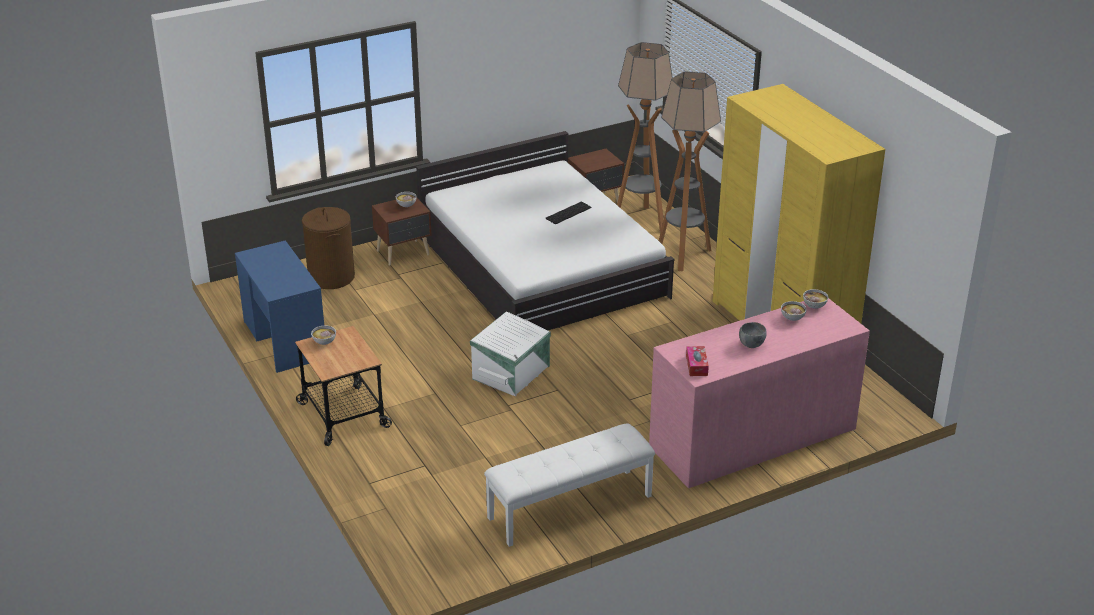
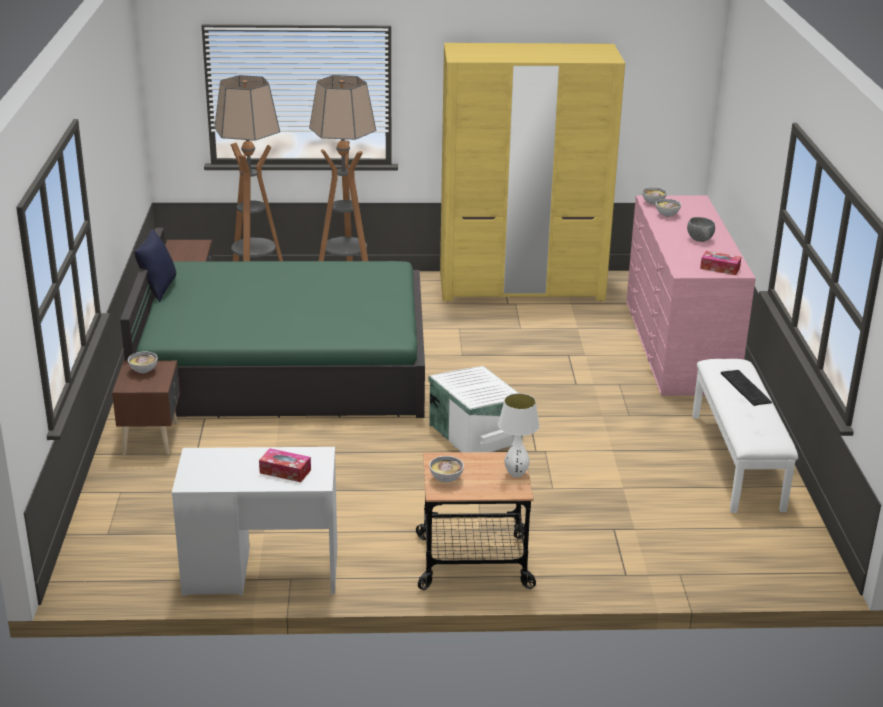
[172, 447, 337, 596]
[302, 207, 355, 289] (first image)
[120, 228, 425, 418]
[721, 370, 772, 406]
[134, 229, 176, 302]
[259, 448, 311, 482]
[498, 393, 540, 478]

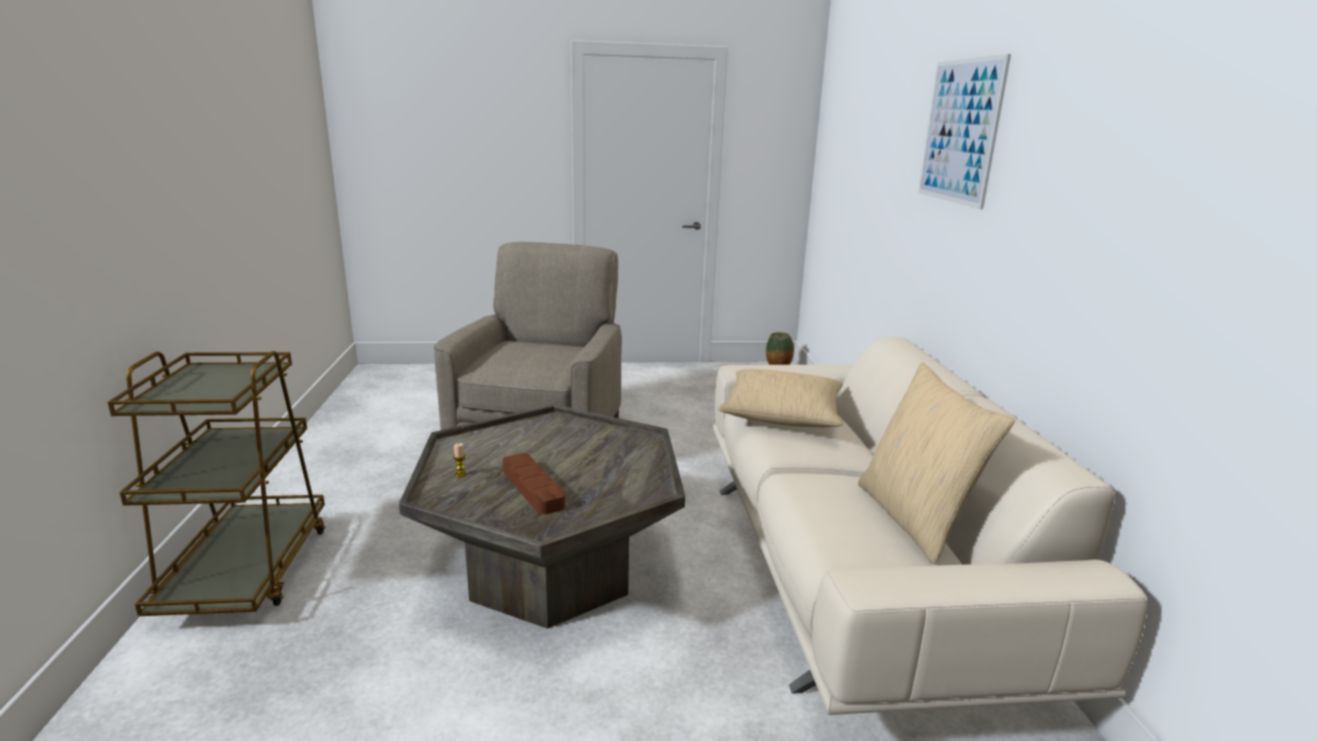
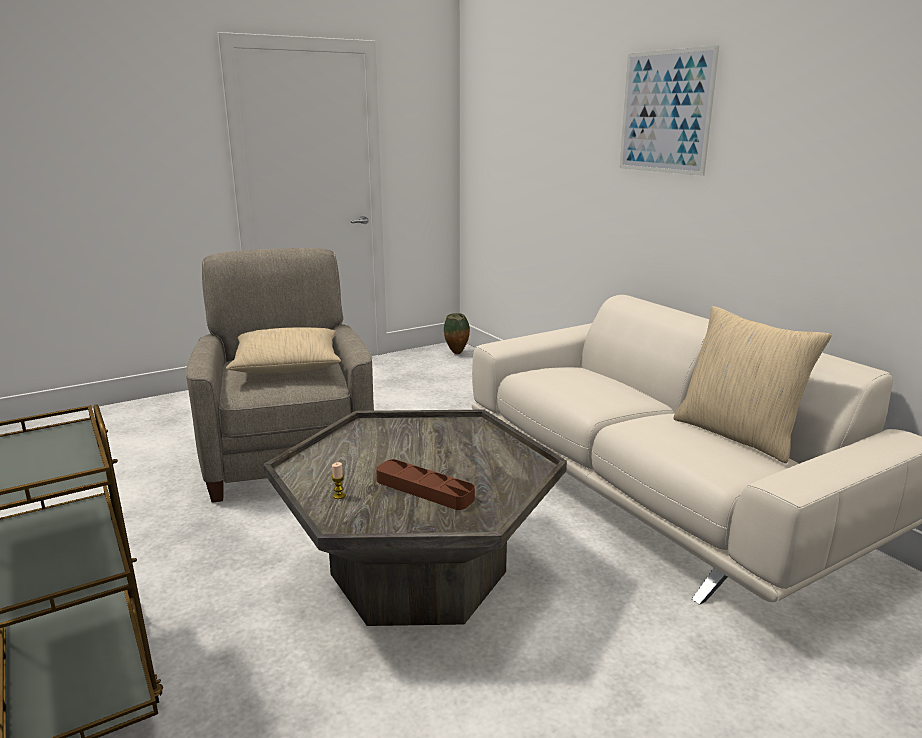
[226, 327, 341, 373]

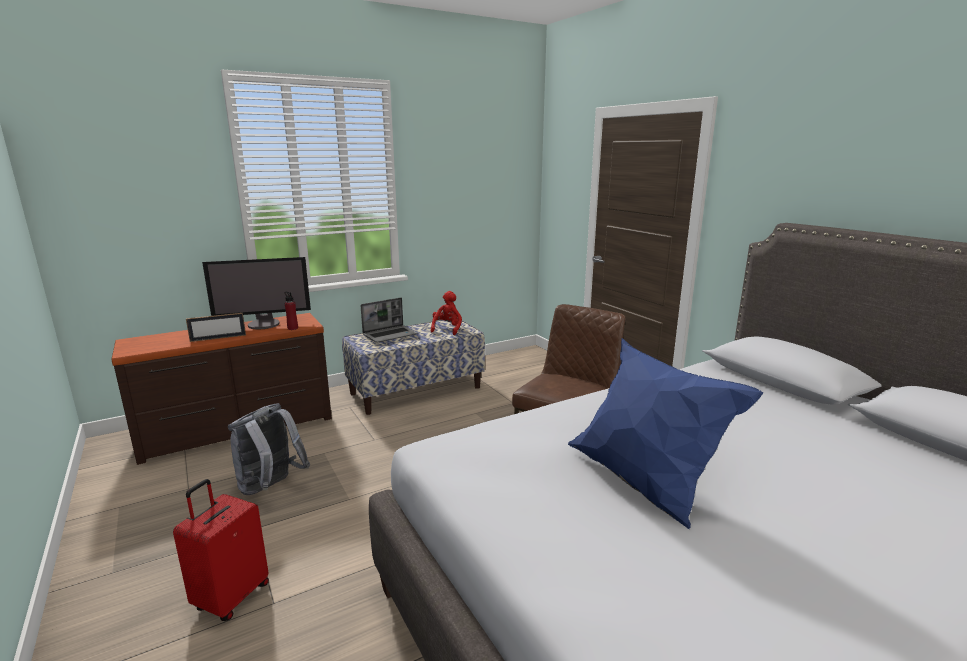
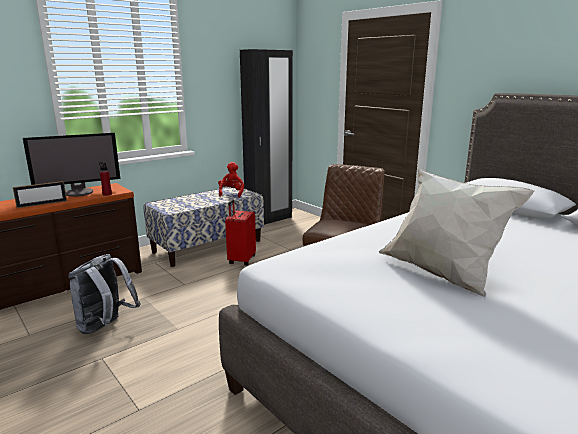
[225, 200, 256, 265]
[361, 297, 417, 343] (first image)
[379, 167, 534, 297]
[240, 49, 293, 225]

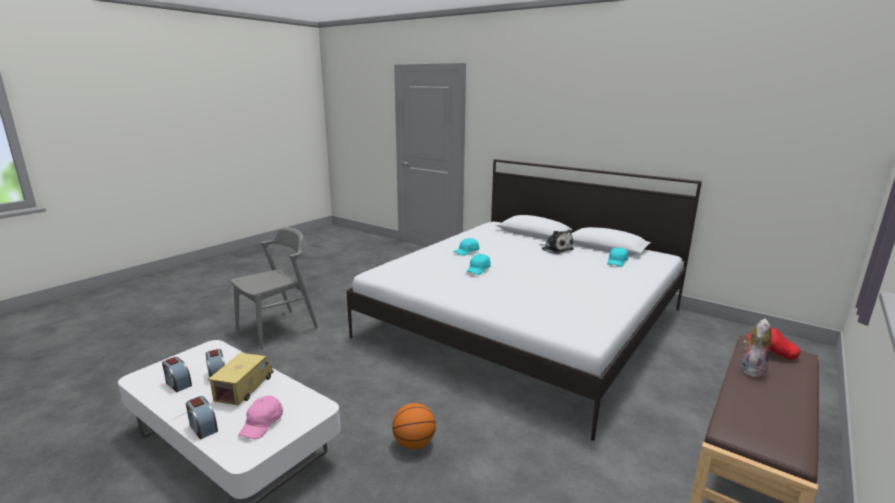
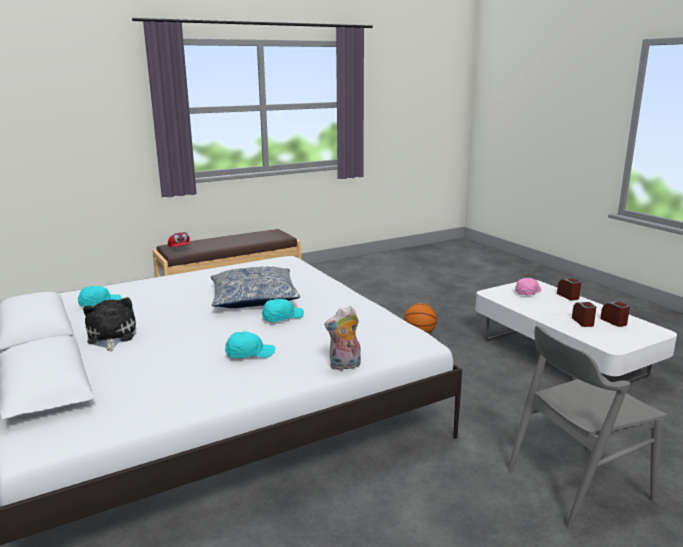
[208, 353, 274, 406] (first image)
[324, 306, 361, 371]
[211, 267, 300, 308]

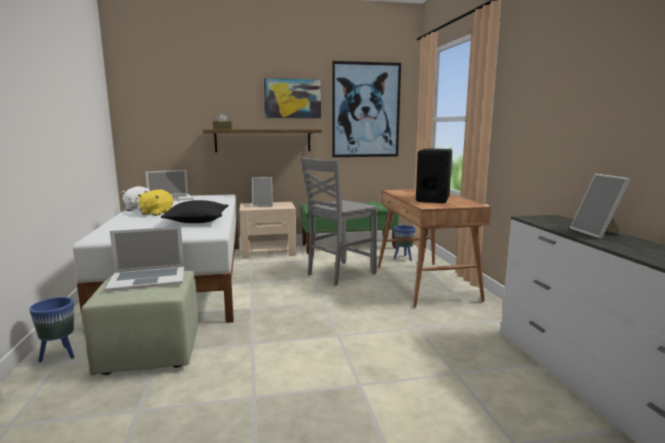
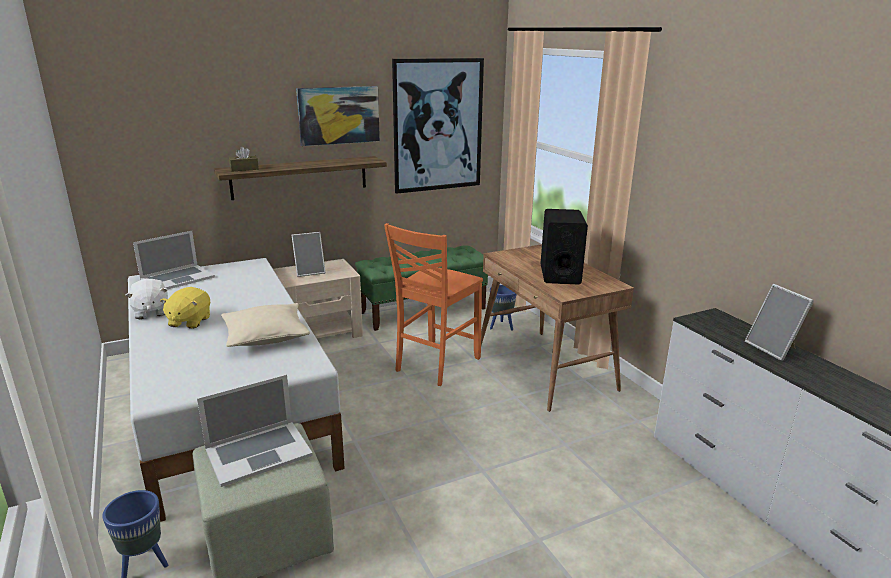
[221, 303, 310, 347]
[384, 223, 483, 386]

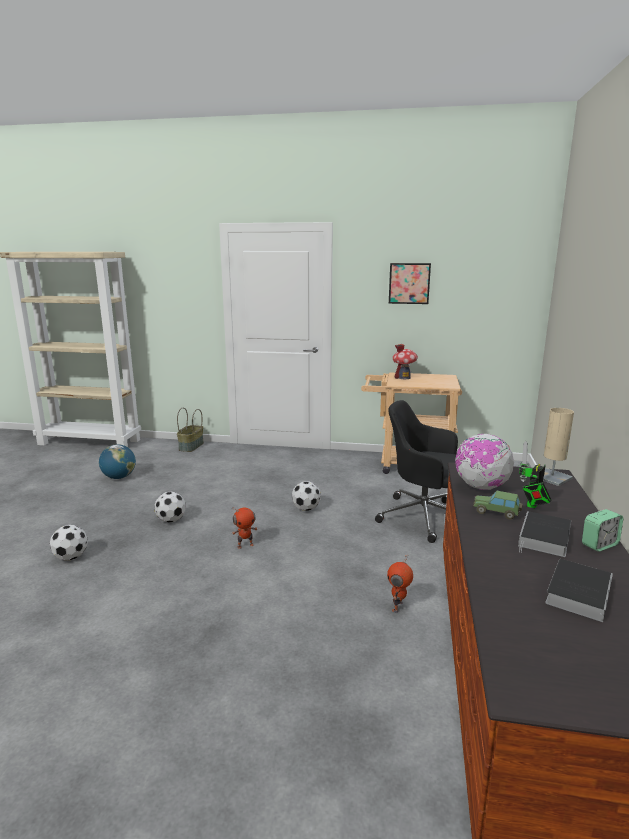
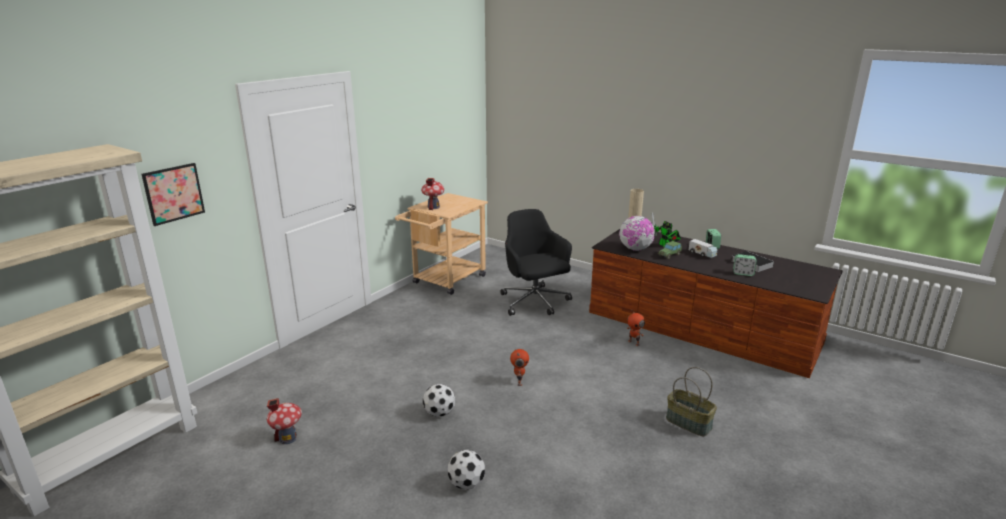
[267, 398, 302, 444]
[666, 367, 717, 436]
[292, 481, 321, 511] (first image)
[500, 209, 572, 316]
[141, 163, 205, 226]
[689, 239, 717, 258]
[733, 254, 757, 276]

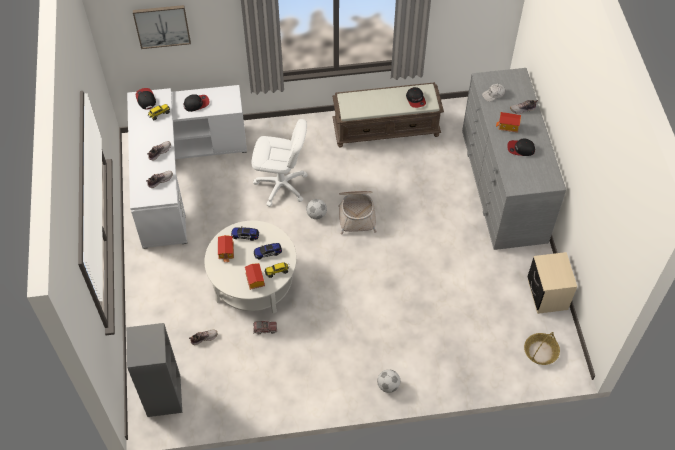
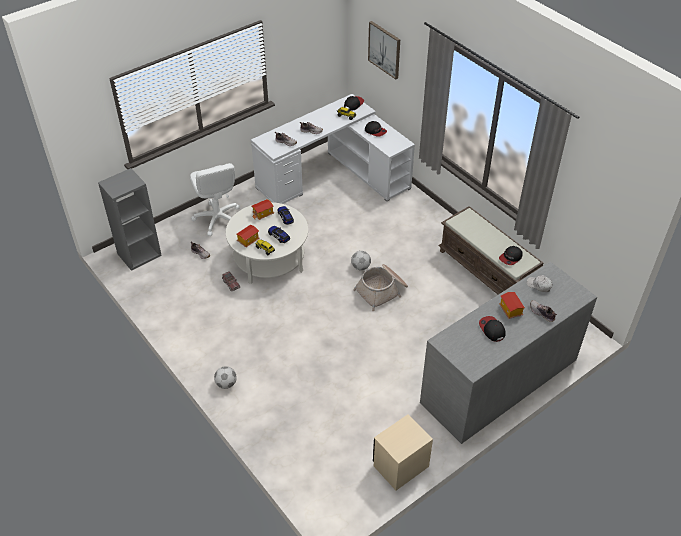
[190, 163, 240, 236]
[524, 332, 560, 365] (first image)

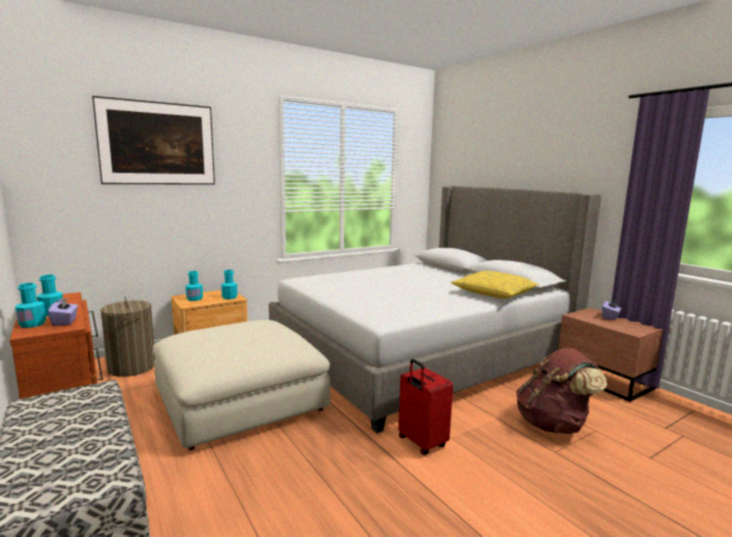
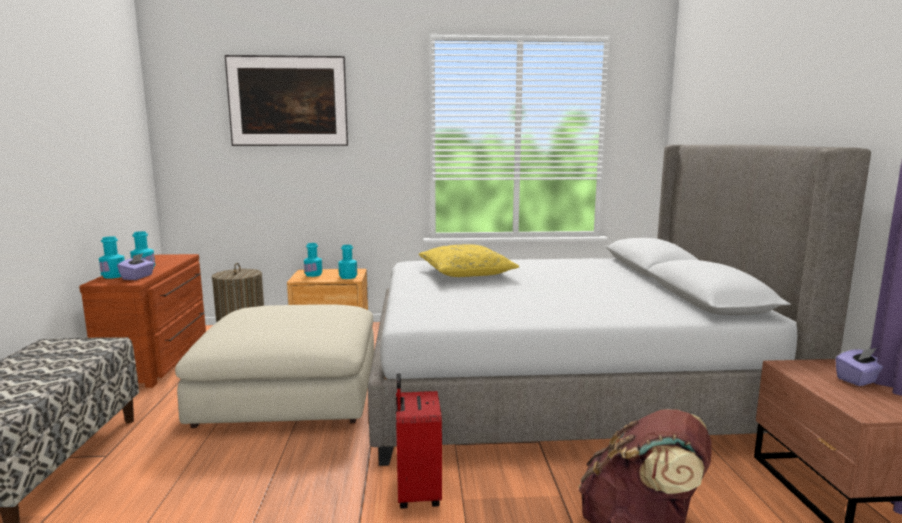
[419, 244, 519, 277]

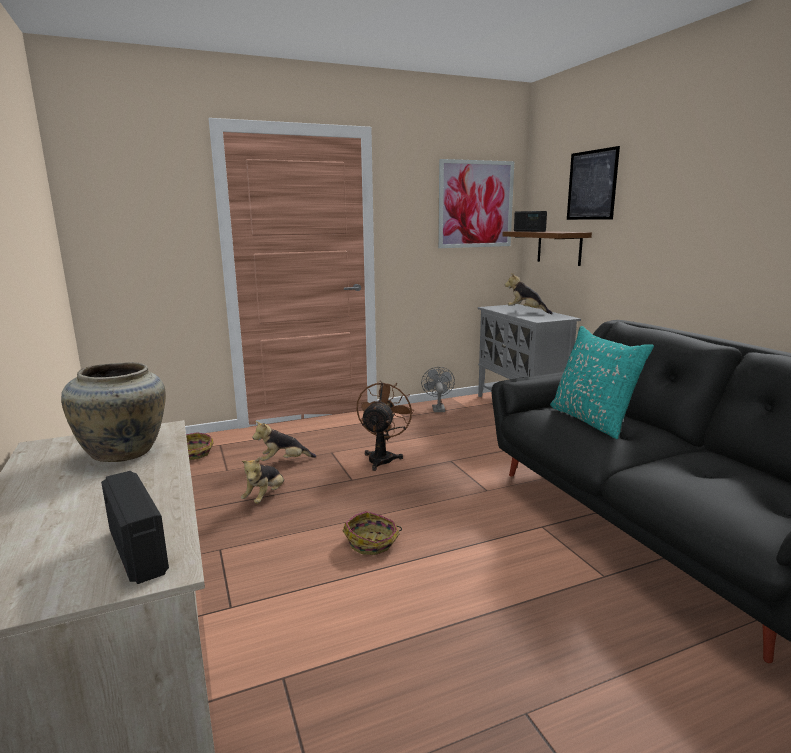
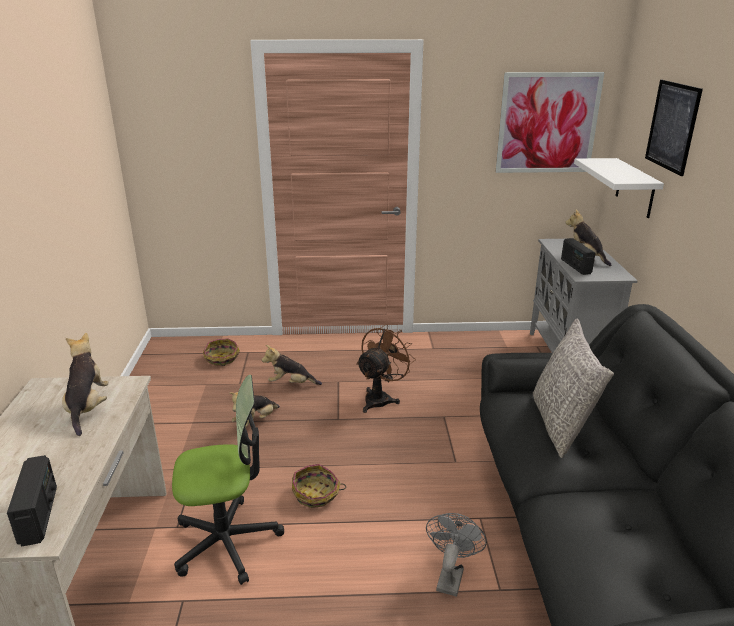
[62, 333, 109, 436]
[426, 513, 487, 596]
[574, 158, 664, 218]
[561, 238, 596, 275]
[533, 319, 614, 458]
[172, 375, 284, 585]

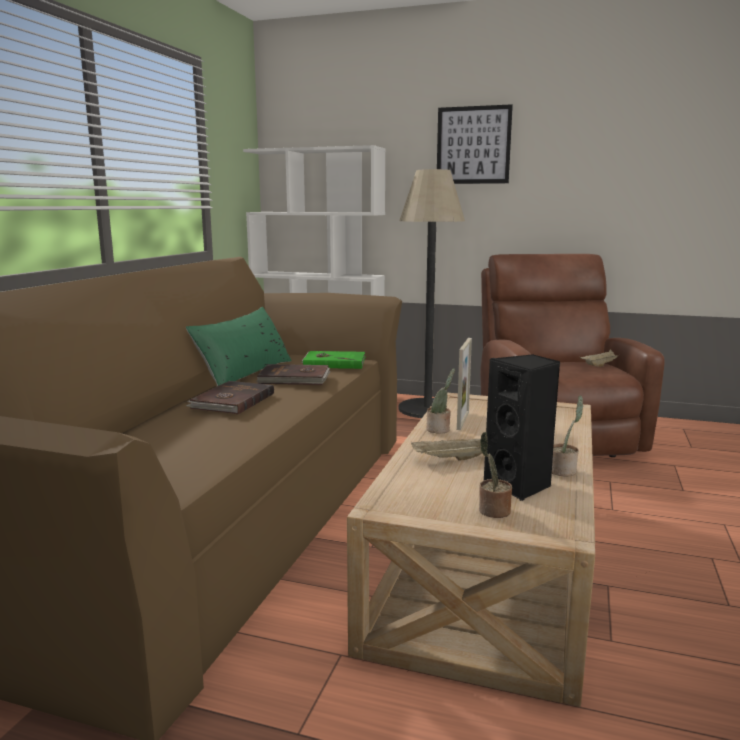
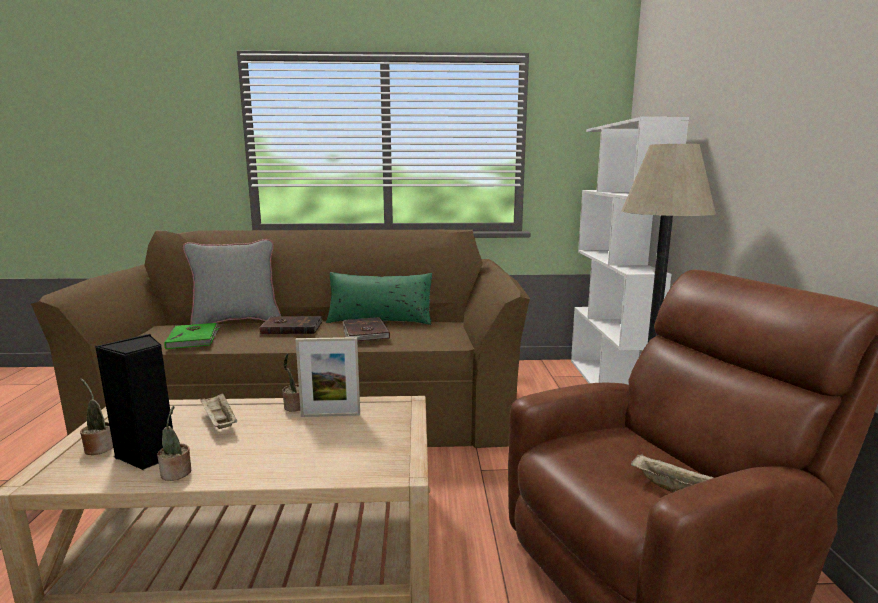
[164, 323, 220, 349]
[437, 104, 513, 184] (first image)
[183, 239, 281, 325]

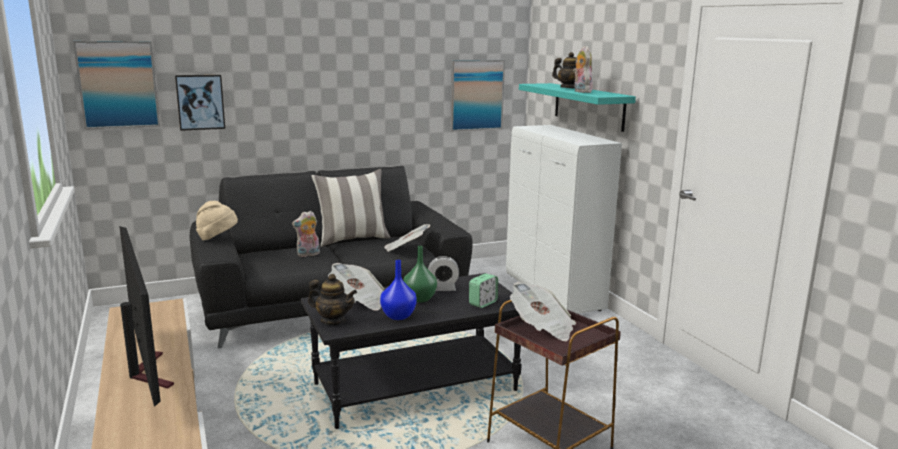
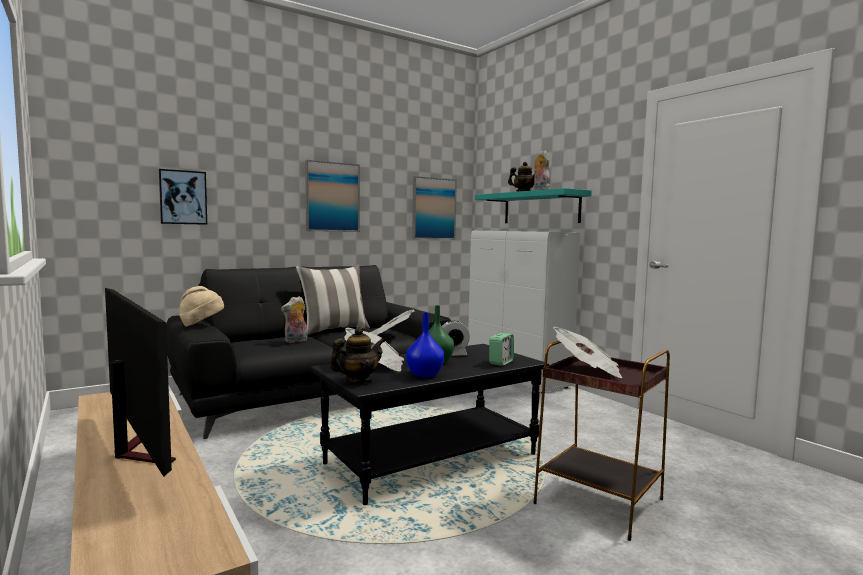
[305, 160, 360, 232]
[330, 327, 385, 384]

